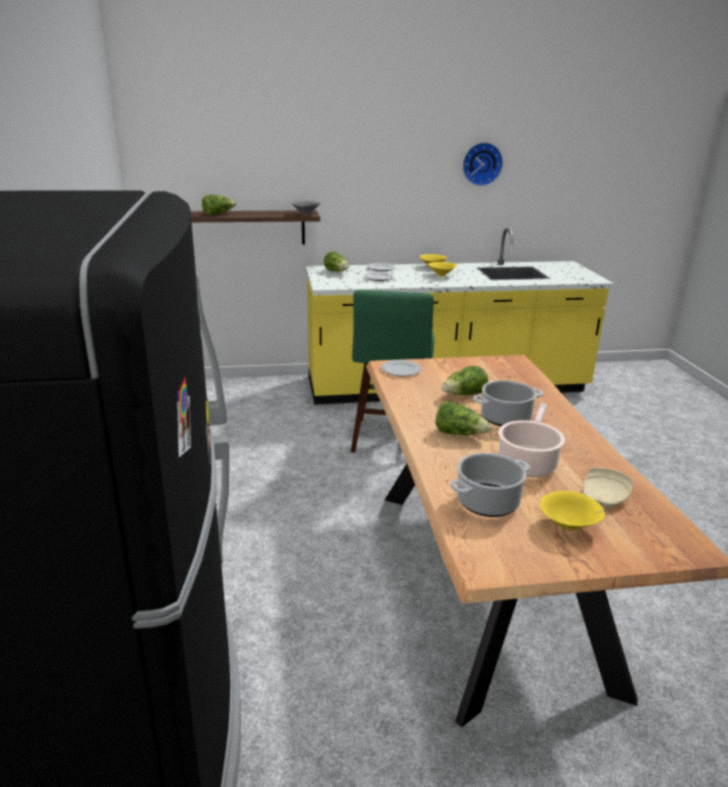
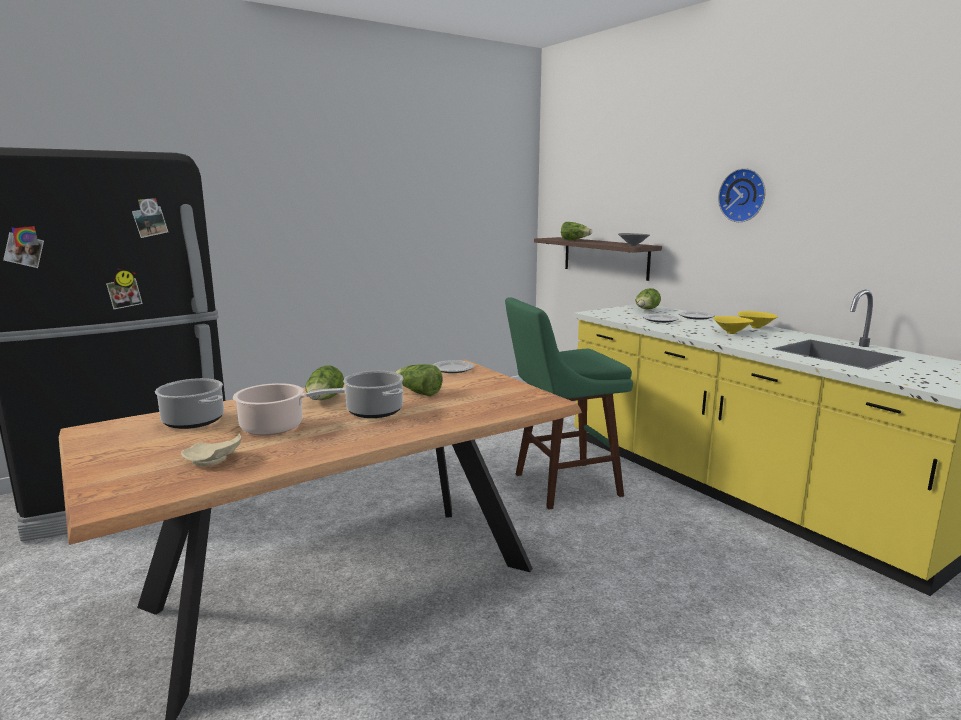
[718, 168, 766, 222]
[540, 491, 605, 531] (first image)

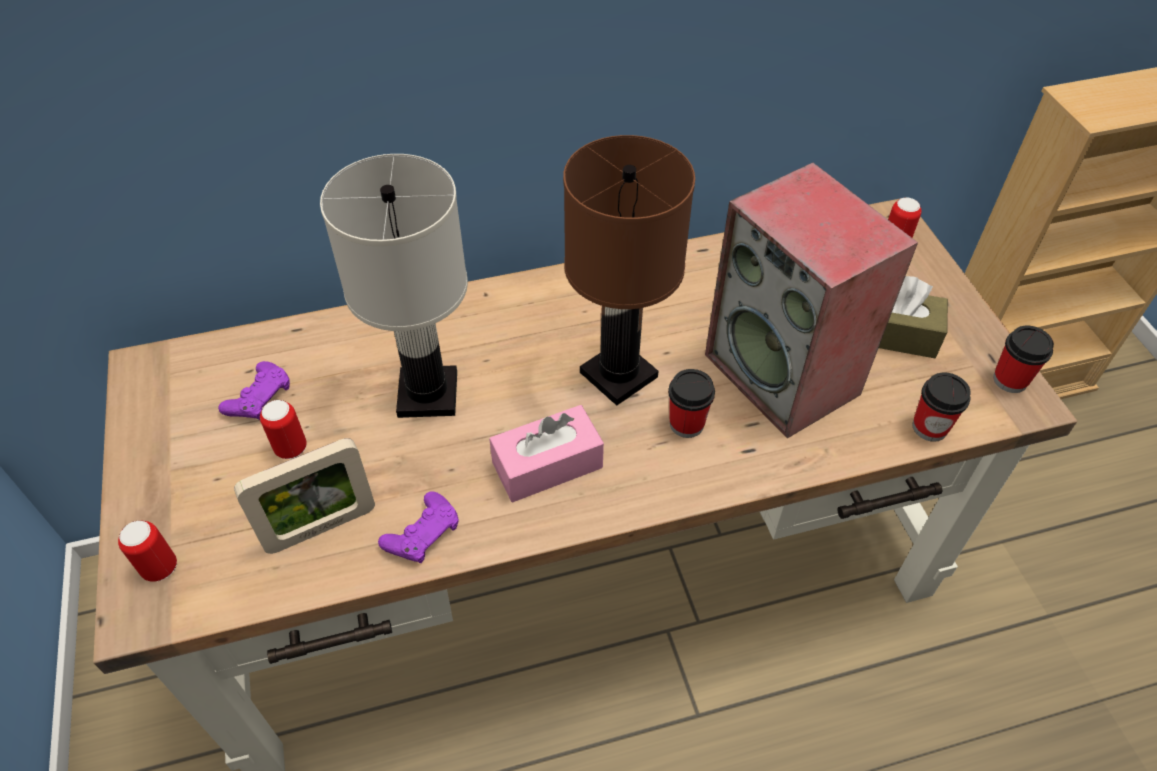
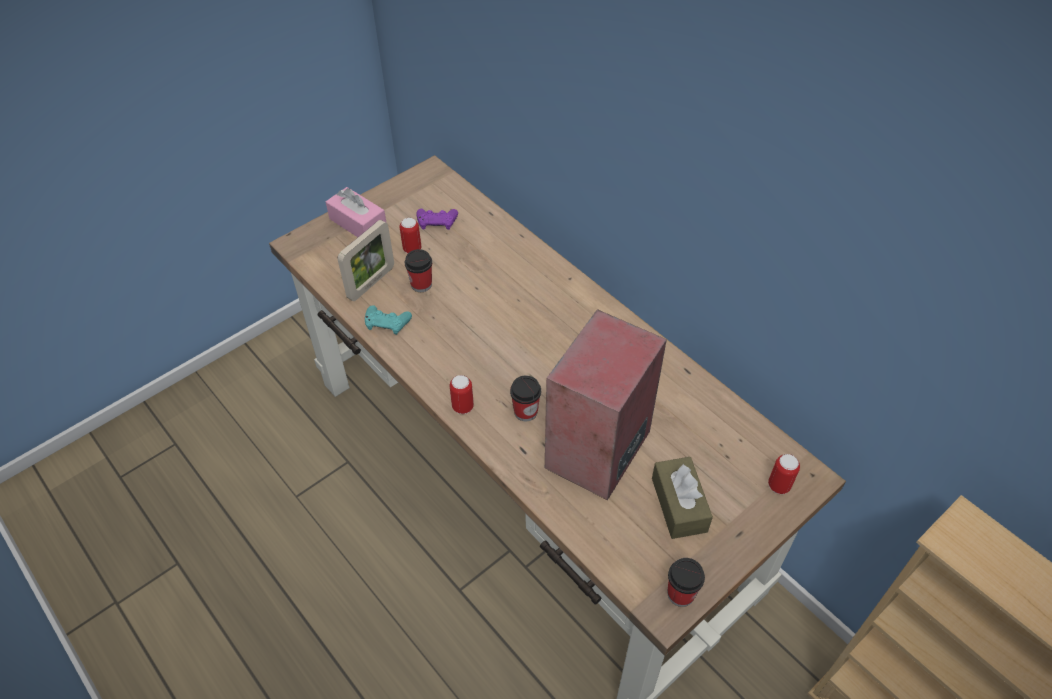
[450, 375, 474, 414]
[338, 220, 394, 301]
[320, 154, 468, 418] (first image)
[365, 305, 412, 335]
[326, 187, 386, 237]
[563, 135, 695, 406] (first image)
[405, 249, 432, 292]

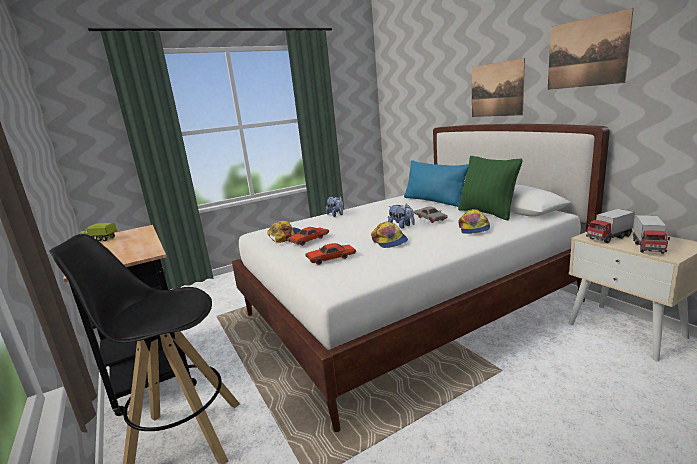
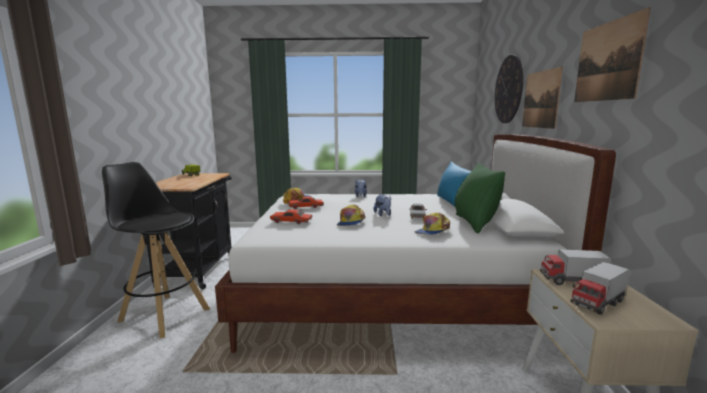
[495, 55, 523, 123]

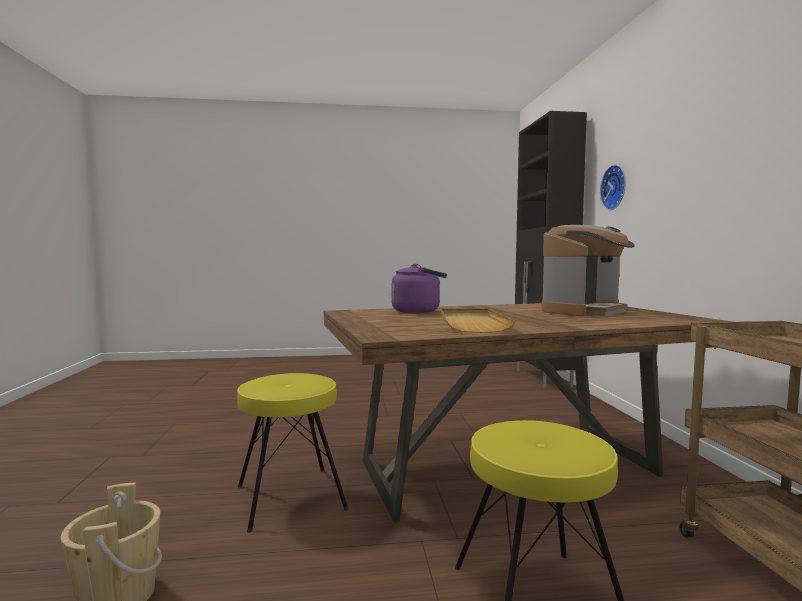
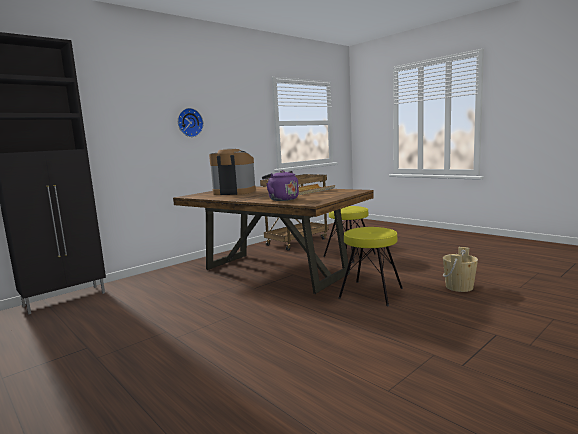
[178, 108, 203, 137]

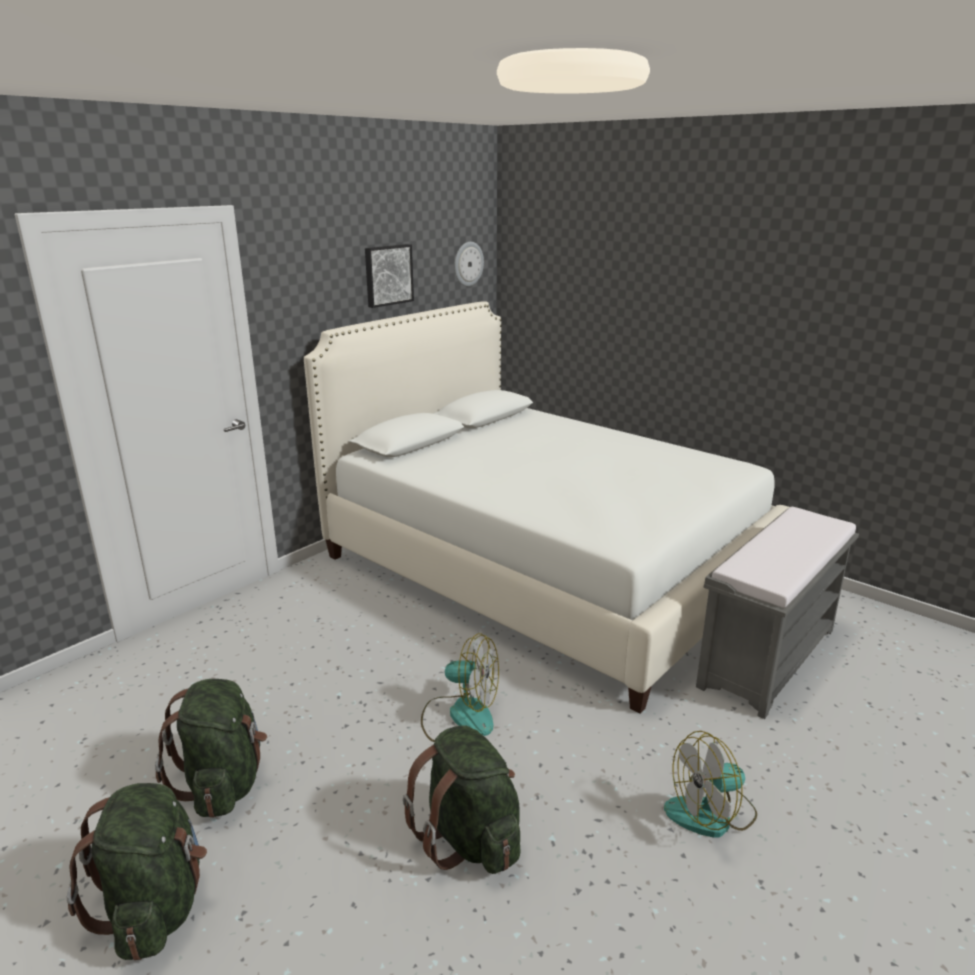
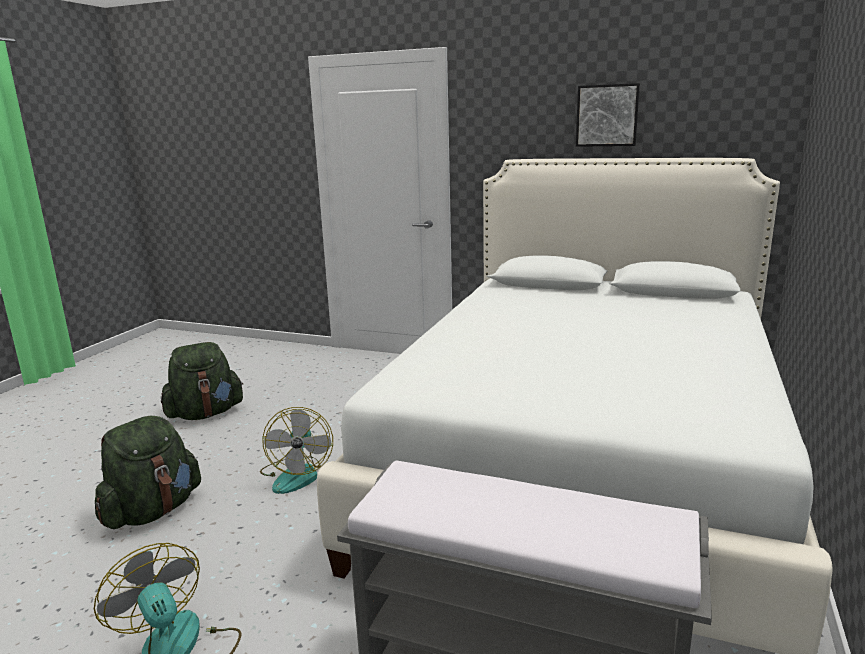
[67, 783, 207, 960] (first image)
[454, 242, 484, 286] (first image)

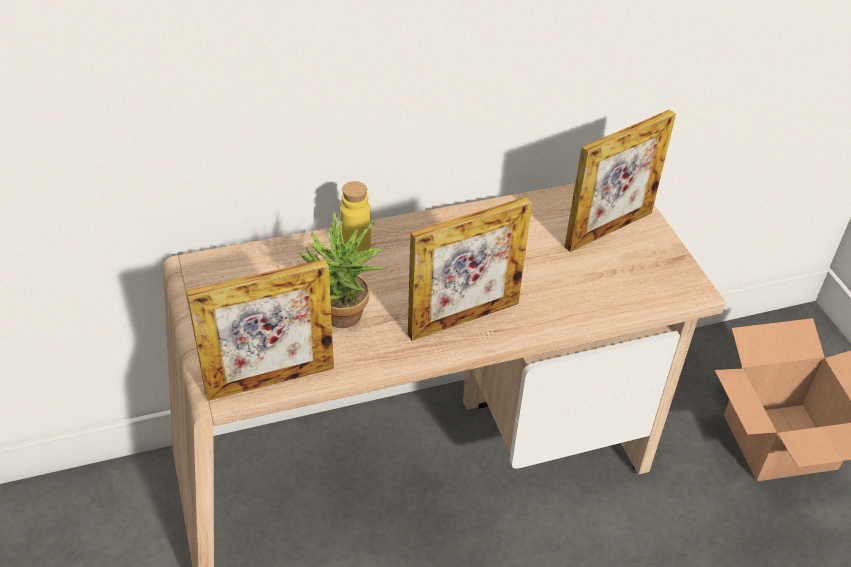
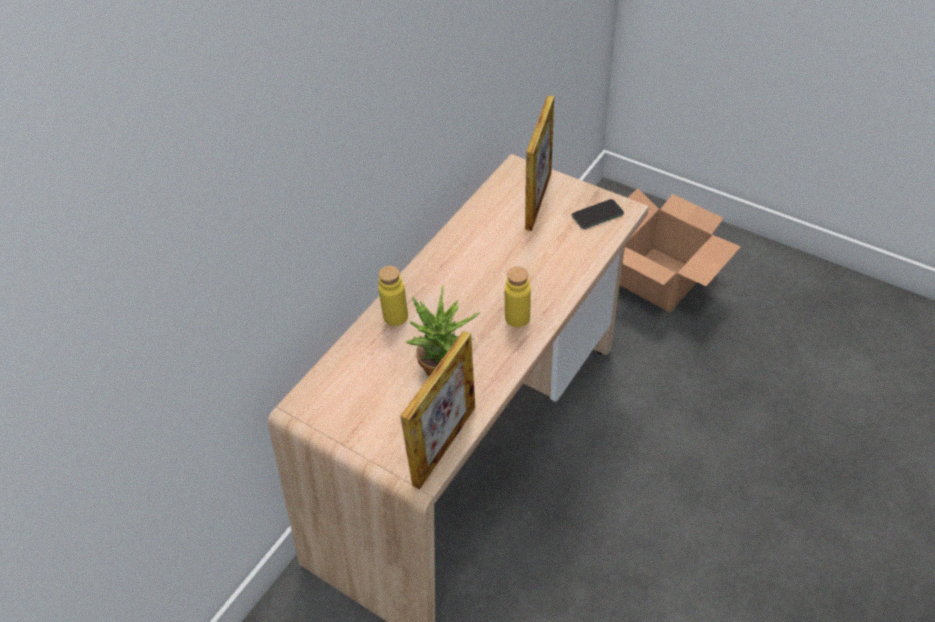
[505, 267, 531, 327]
[572, 199, 624, 229]

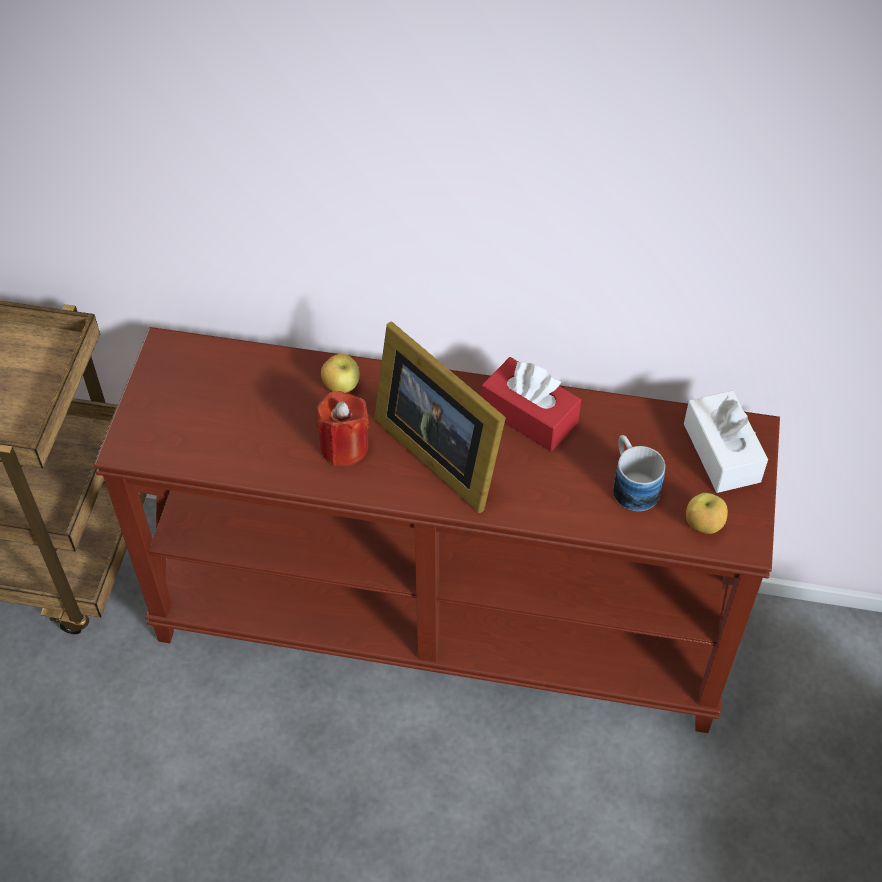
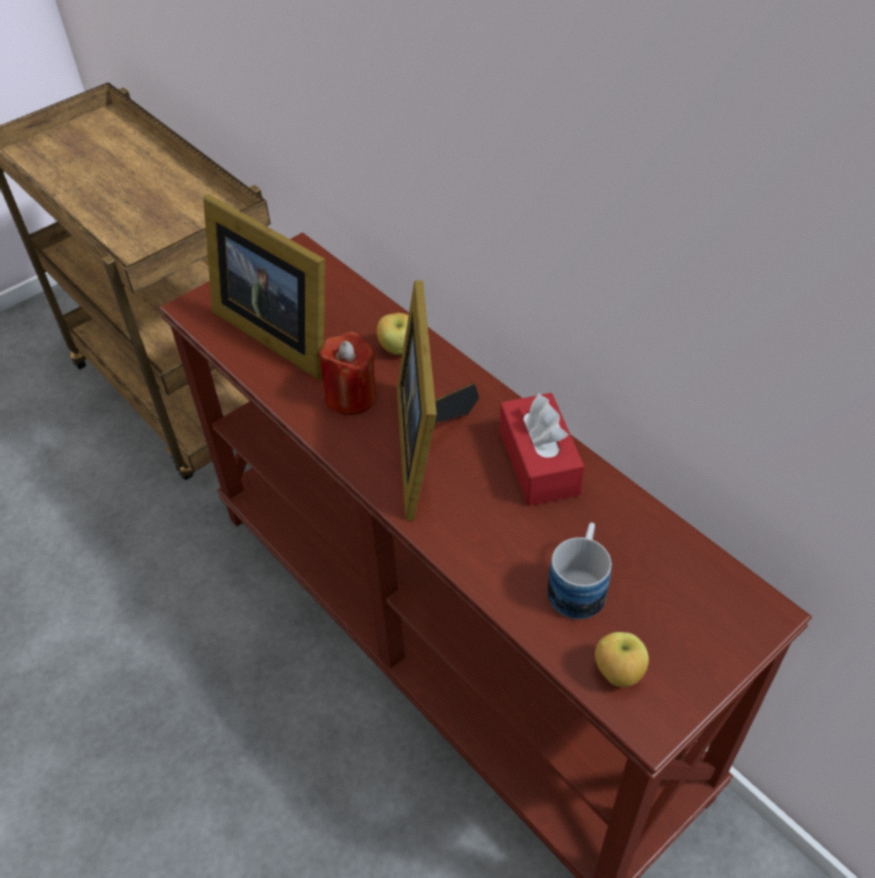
[684, 391, 768, 493] (first image)
[203, 194, 325, 380]

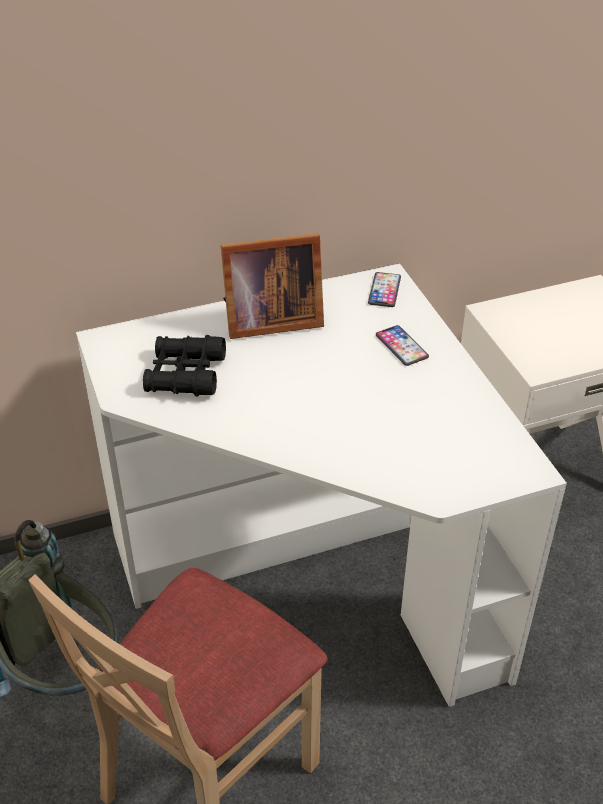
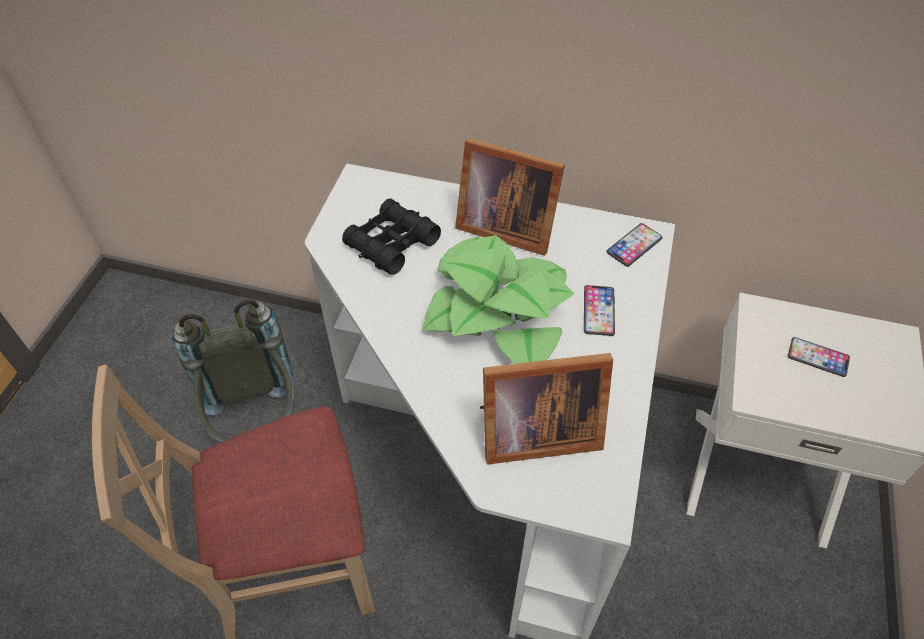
[422, 235, 575, 364]
[480, 353, 613, 464]
[788, 337, 850, 377]

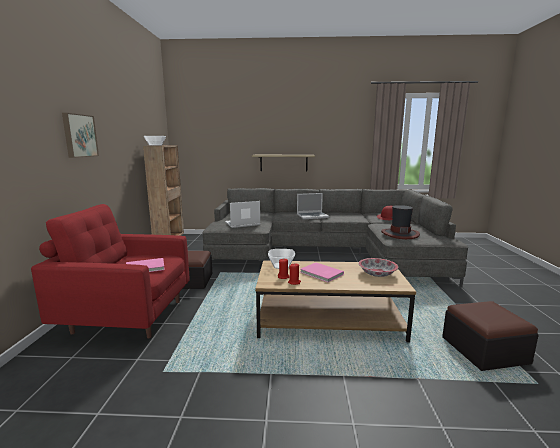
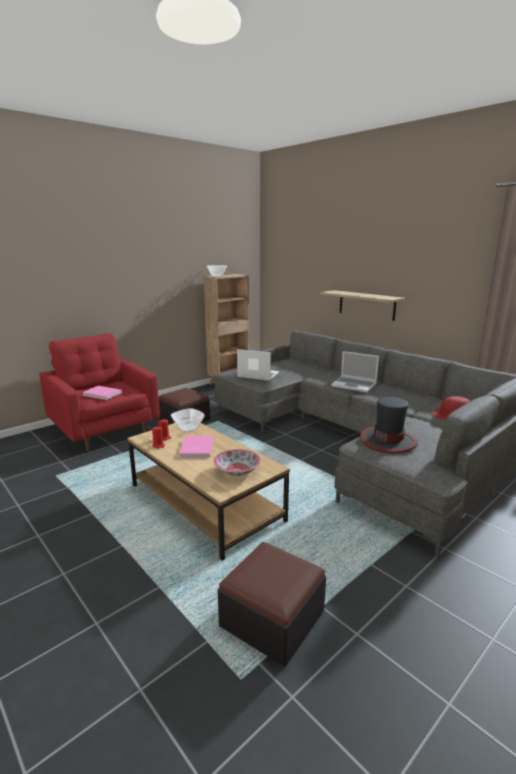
[62, 113, 99, 158] (first image)

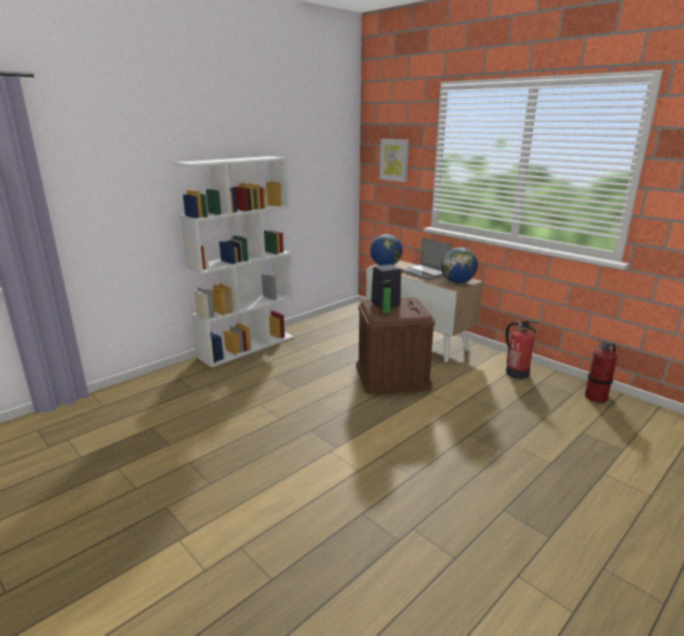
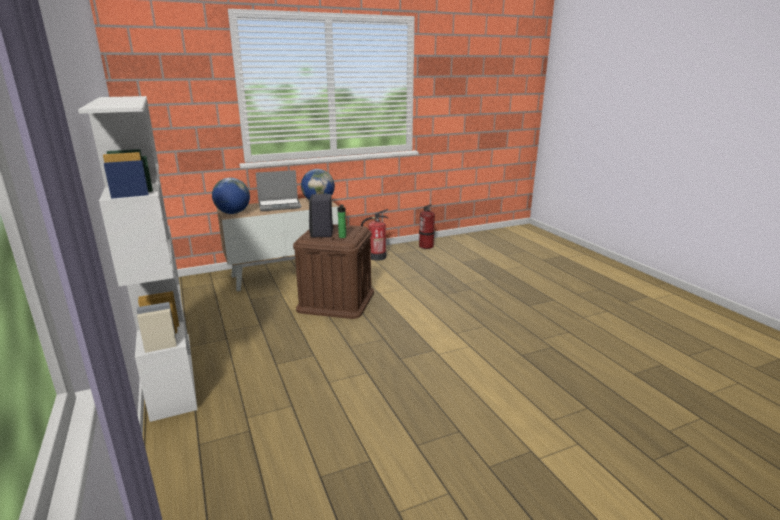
[379, 139, 409, 182] (first image)

